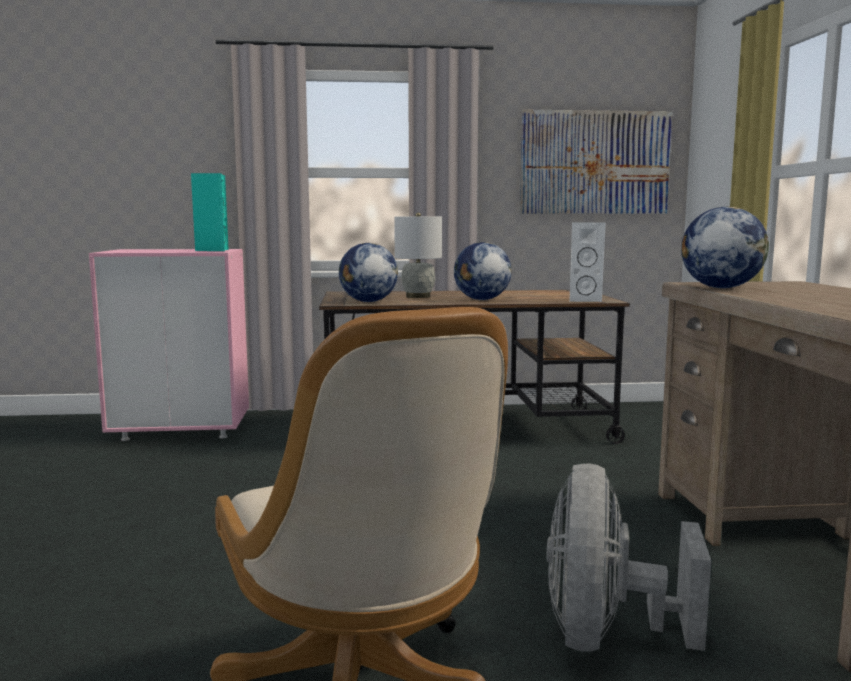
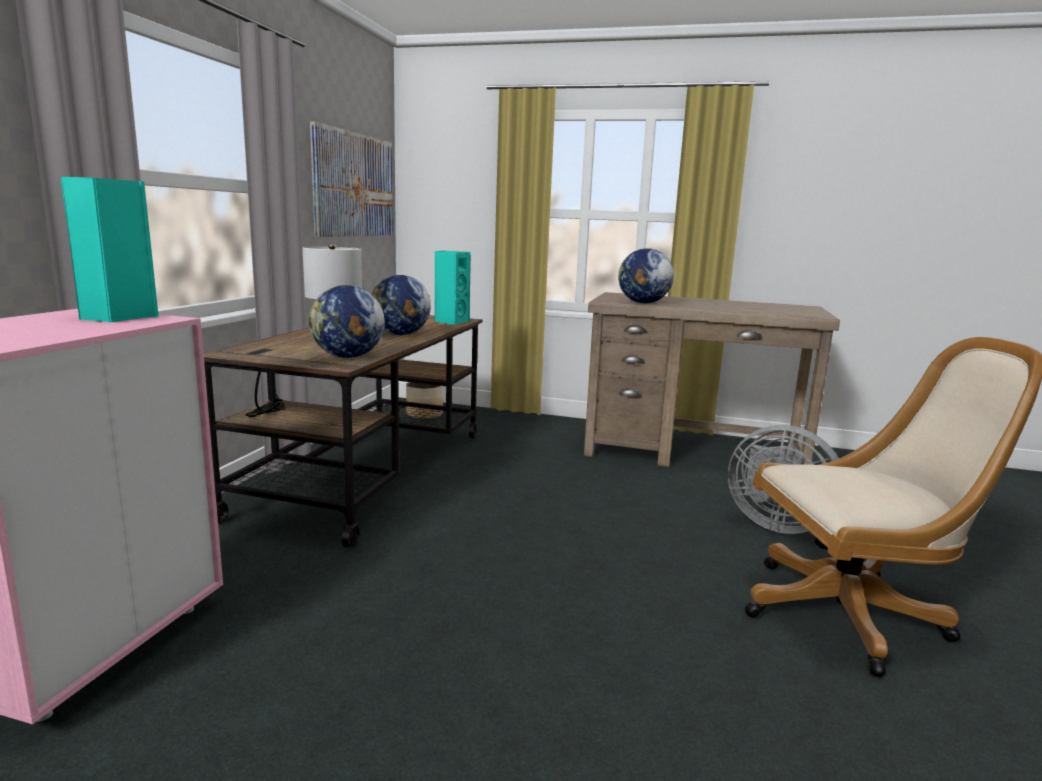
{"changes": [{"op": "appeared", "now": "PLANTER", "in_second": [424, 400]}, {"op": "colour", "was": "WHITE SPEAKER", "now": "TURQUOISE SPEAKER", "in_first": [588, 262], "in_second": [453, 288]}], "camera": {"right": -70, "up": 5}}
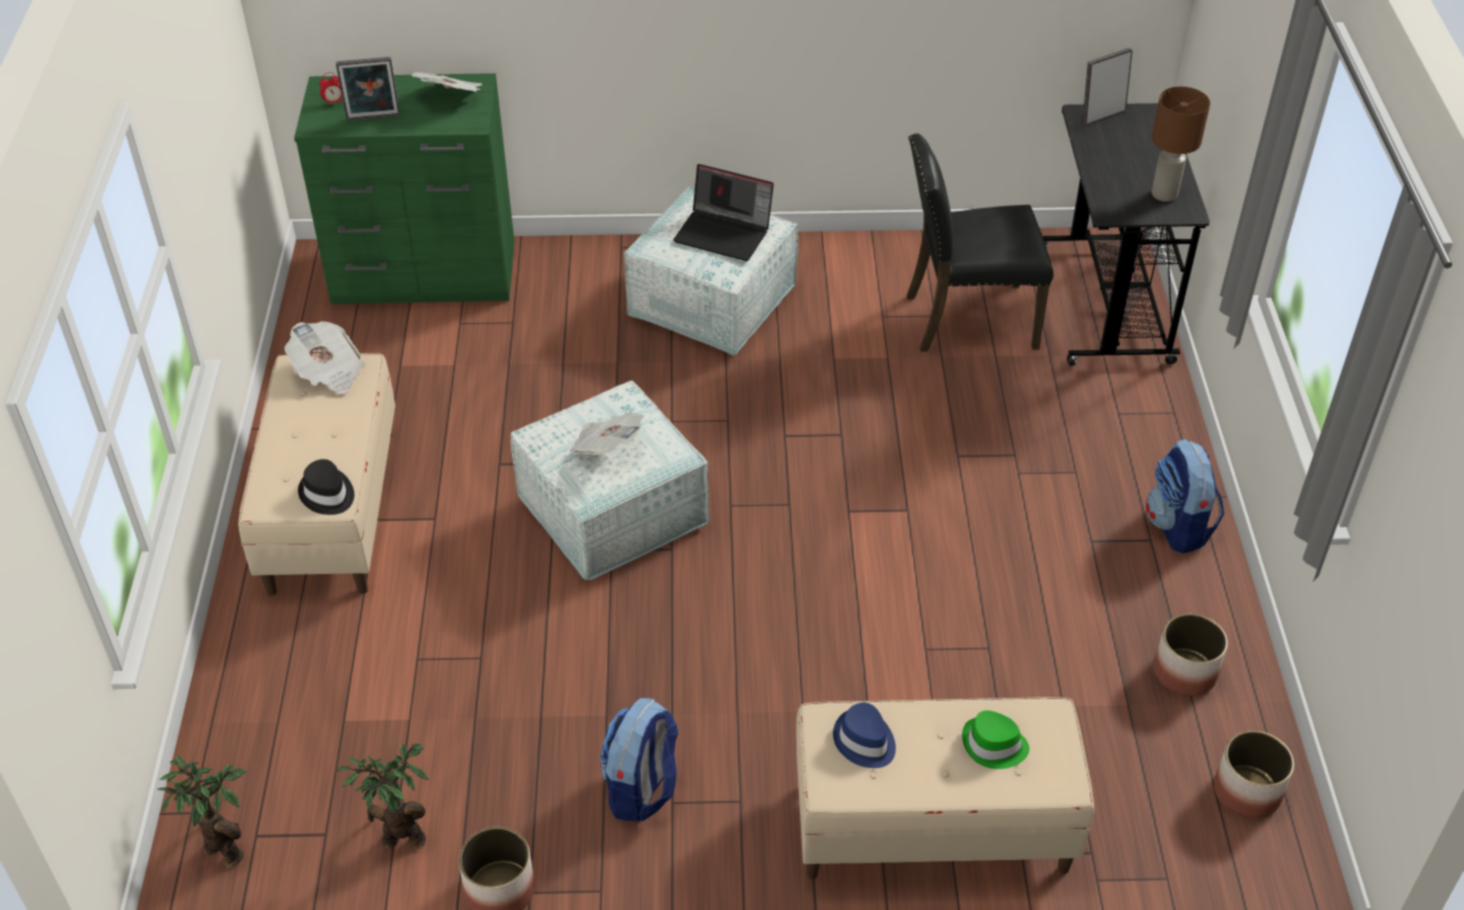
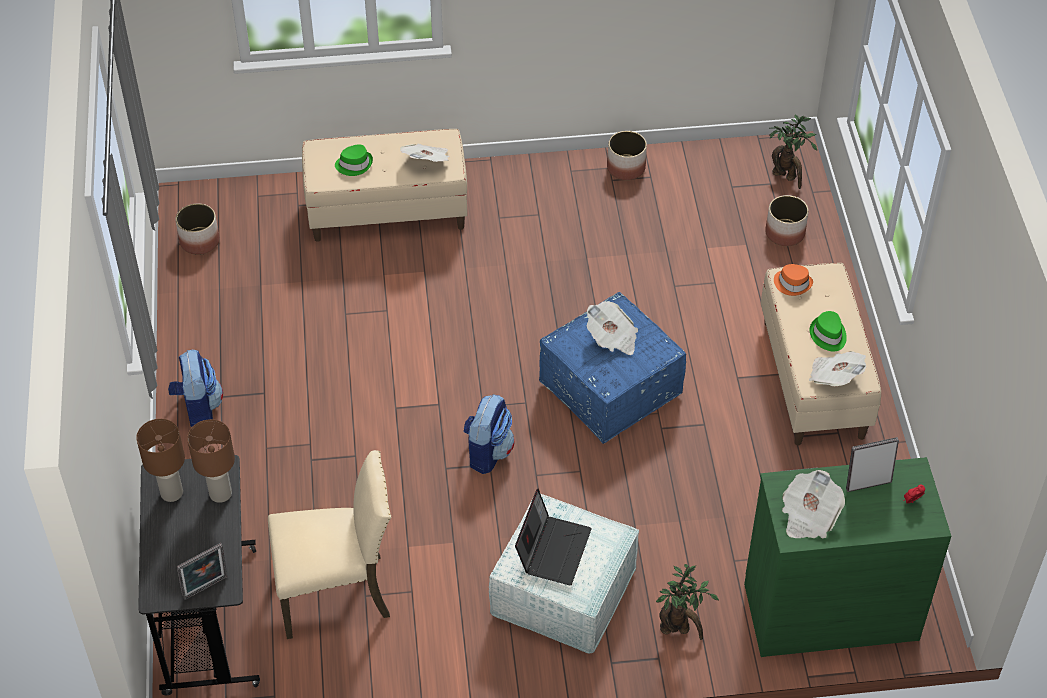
{"changes": [{"op": "appeared", "now": "BROWN TABLE LAMP", "in_second": [211, 461]}, {"op": "colour", "was": "BLACK CHAIR", "now": "BEIGE CHAIR", "in_first": [980, 242], "in_second": [330, 544]}, {"op": "exchanged", "was": "BLUE HAT", "now": "NEWSPAPER", "in_first": [864, 735], "in_second": [425, 153]}, {"op": "relocated", "was": "BACKPACK", "in_first": [639, 760], "in_second": [489, 434]}, {"op": "spun", "was": "LAPTOP", "in_first": [723, 212], "in_second": [553, 537], "clockwise": 90}, {"op": "colour", "was": "WHITE OTTOMAN", "now": "BLUE OTTOMAN", "in_first": [610, 480], "in_second": [612, 367]}, {"op": "relocated", "was": "POTTED PLANT", "in_first": [383, 797], "in_second": [687, 602]}, {"op": "relocated", "was": "PLANTER", "in_first": [1191, 655], "in_second": [787, 220]}, {"op": "colour", "was": "BLACK HAT", "now": "ORANGE HAT", "in_first": [326, 487], "in_second": [793, 280]}, {"op": "appeared", "now": "GREEN HAT", "in_second": [828, 331]}], "camera": {"right": 175, "up": 5}}
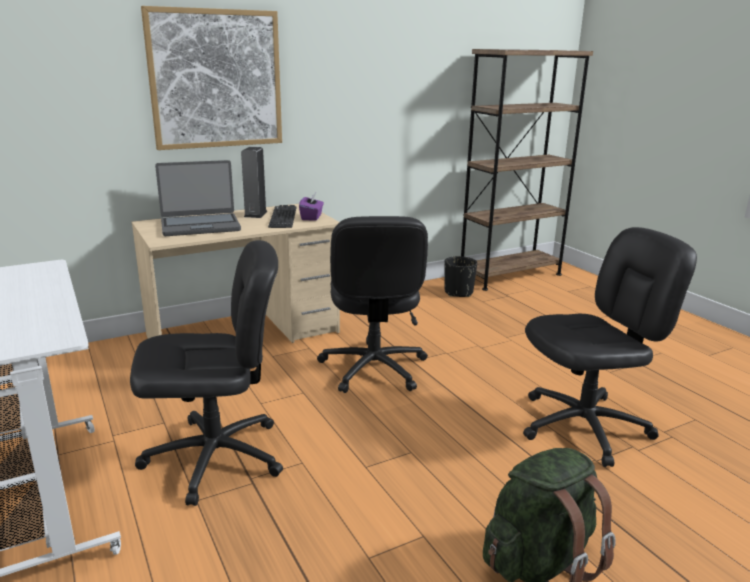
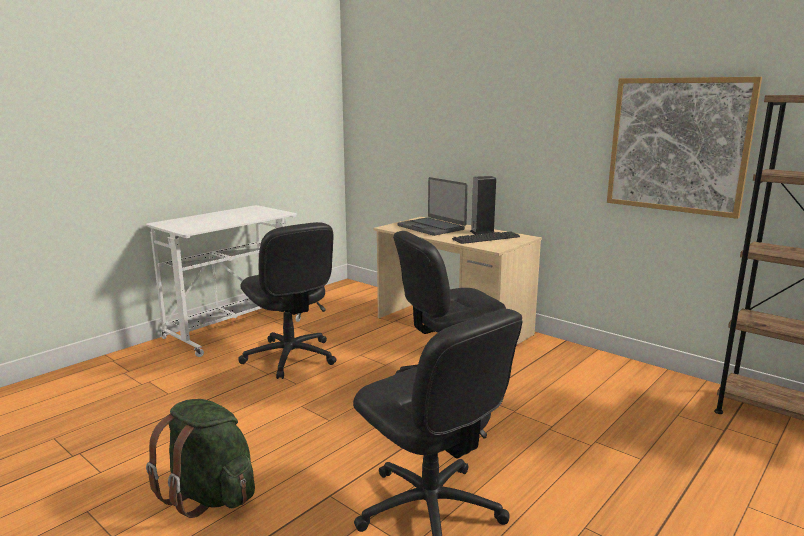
{"changes": [{"op": "relocated", "was": "PICTURE", "in_first": [211, 78], "in_second": [684, 148]}, {"op": "missing", "was": "PURPLE TISSUE BOX", "in_first": [311, 207]}, {"op": "missing", "was": "BLACK PLANTER", "in_first": [460, 276]}], "camera": {"right": 70, "up": -5}}
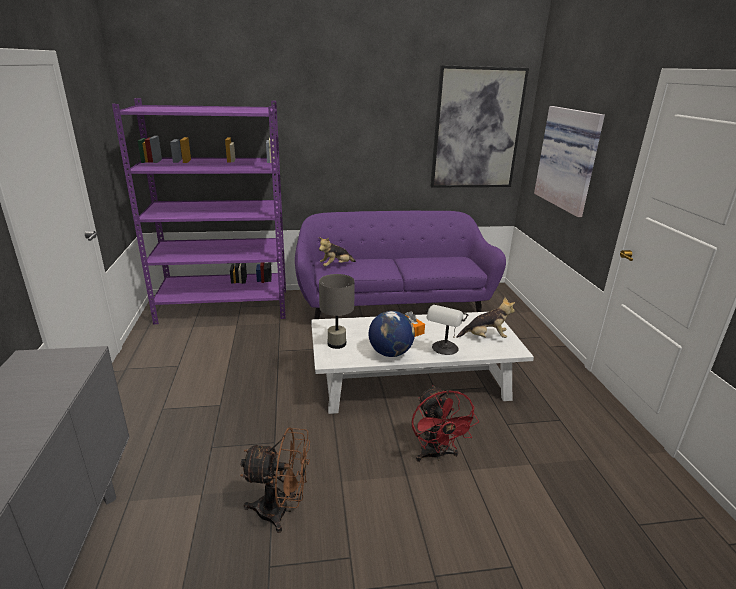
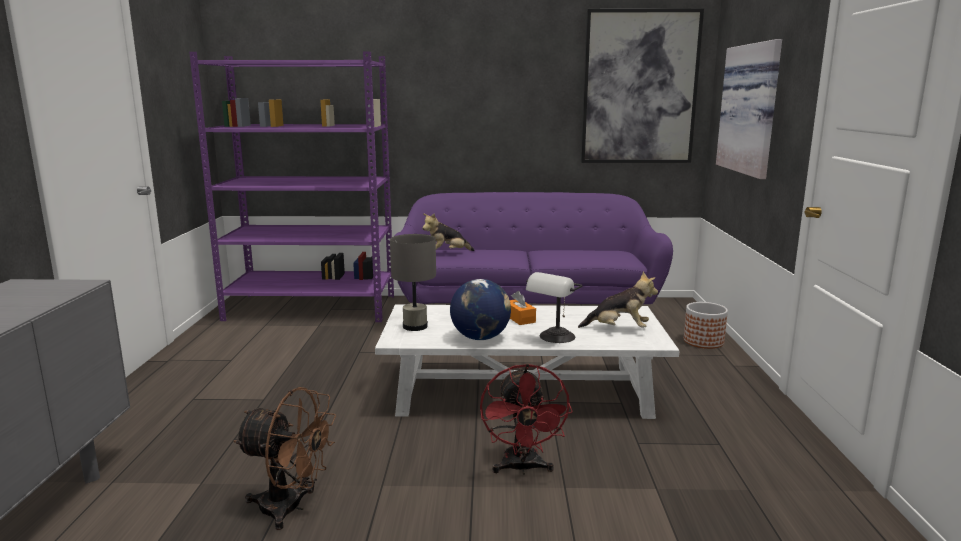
{"changes": [{"op": "appeared", "now": "PLANTER", "in_second": [706, 325]}], "camera": {"right": 10, "up": -10}}
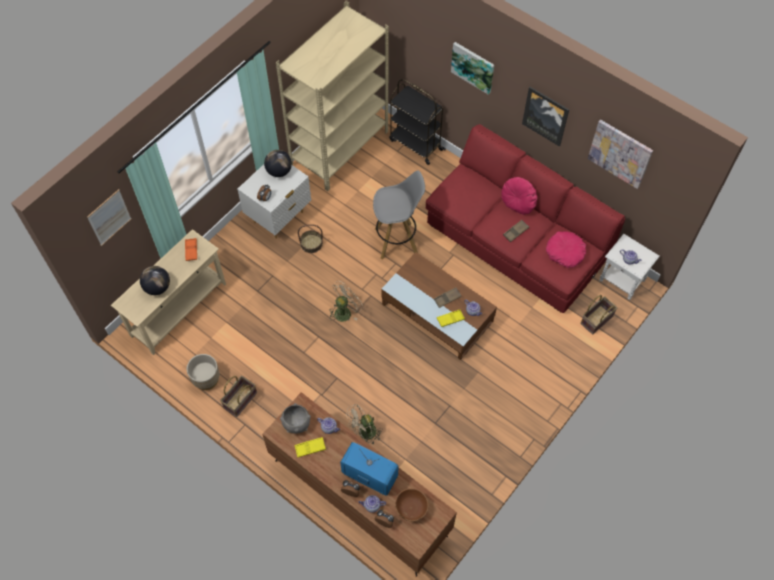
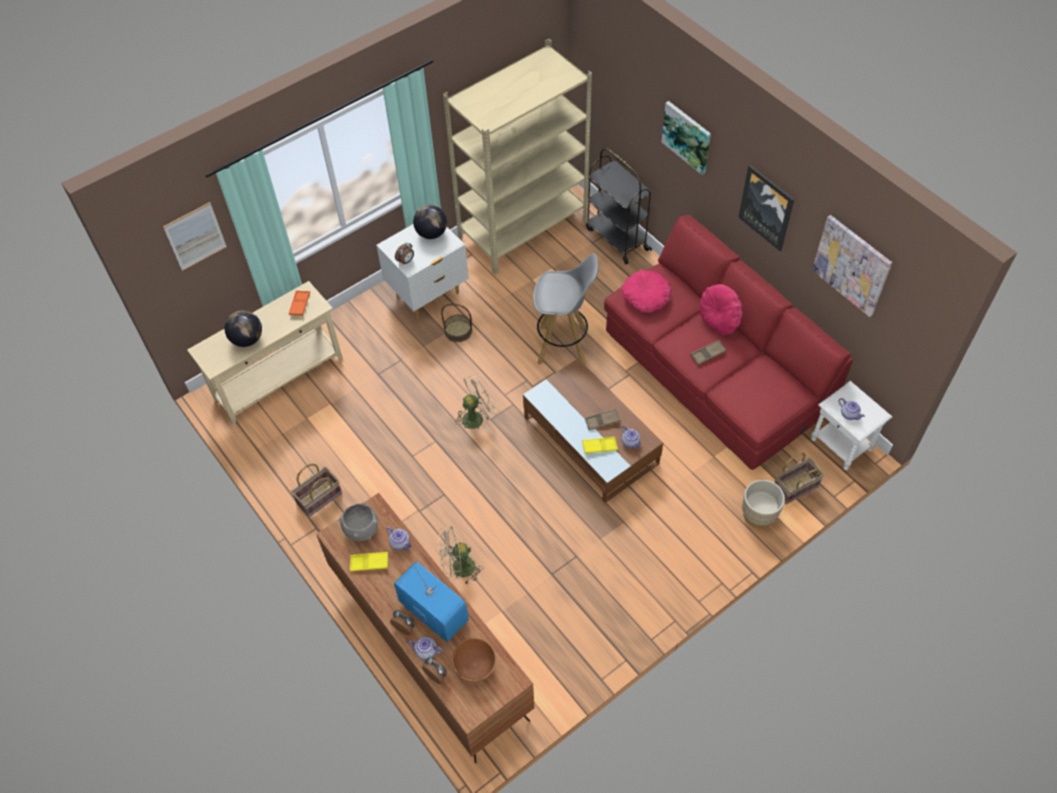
{"changes": [{"op": "relocated", "was": "PINK PILLOW", "in_first": [566, 249], "in_second": [646, 291]}, {"op": "relocated", "was": "BEIGE PLANTER", "in_first": [203, 372], "in_second": [763, 504]}], "camera": {"right": 15, "up": -5}}
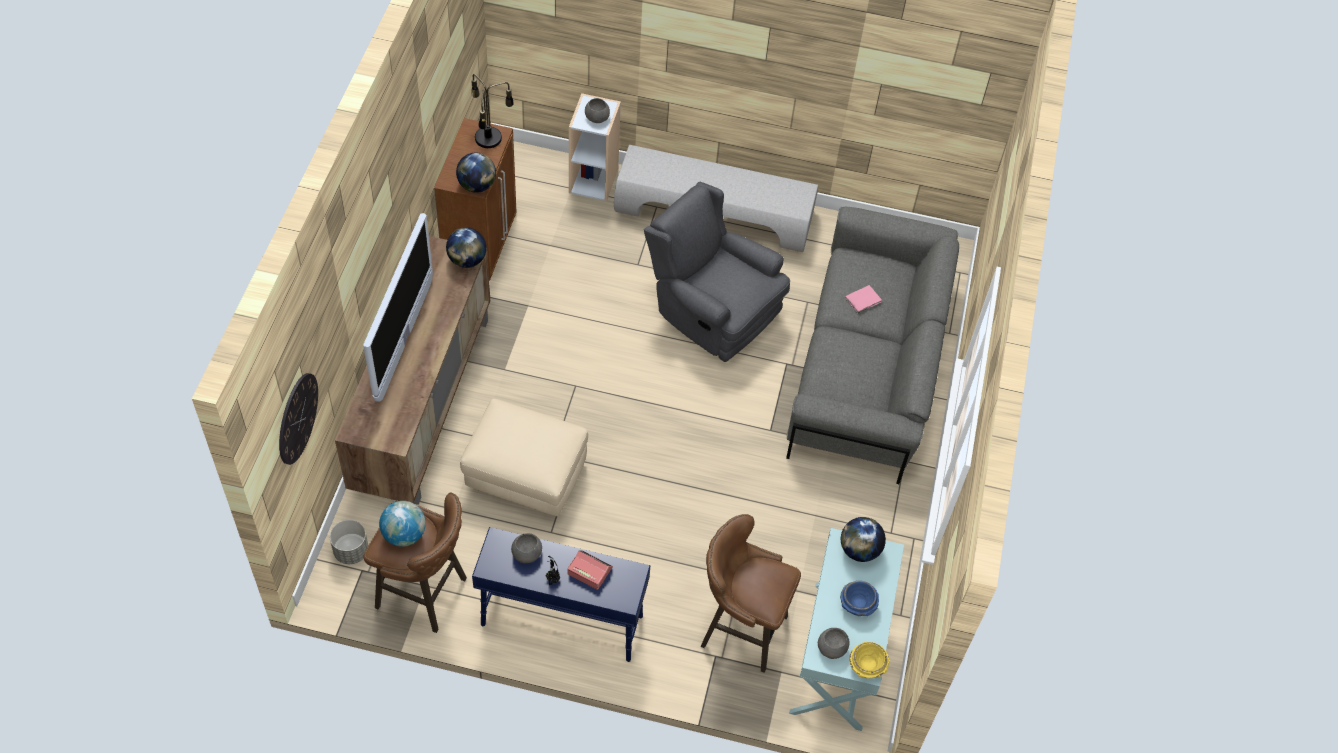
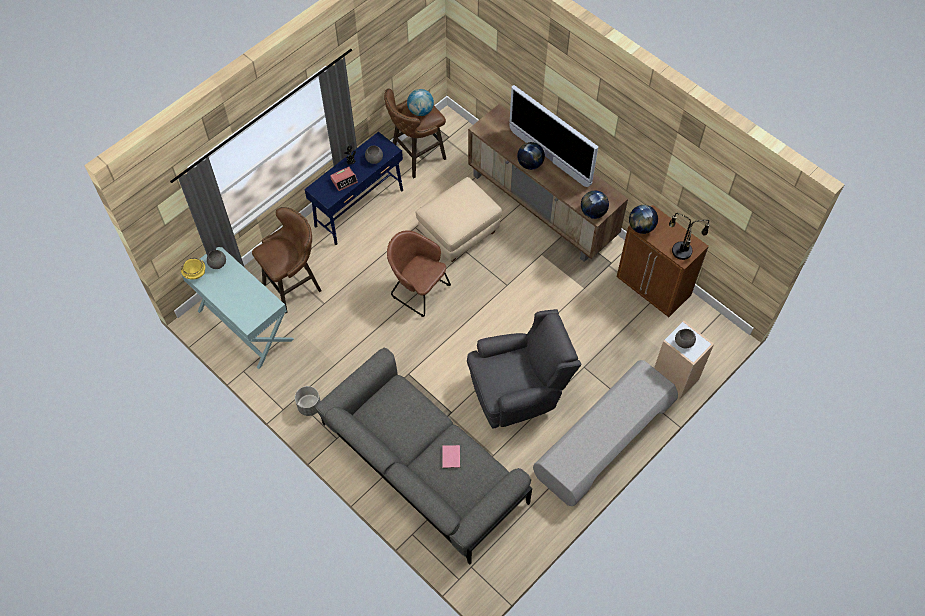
{"changes": [{"op": "relocated", "was": "GREY PLANTER", "in_first": [349, 542], "in_second": [308, 401]}, {"op": "appeared", "now": "BROWN ARMCHAIR", "in_second": [419, 273]}, {"op": "relocated", "was": "GLOBE", "in_first": [863, 539], "in_second": [531, 156]}, {"op": "missing", "was": "WALL CLOCK", "in_first": [298, 419]}, {"op": "missing", "was": "BLUE BOWL", "in_first": [859, 598]}], "camera": {"right": 125, "up": 5}}
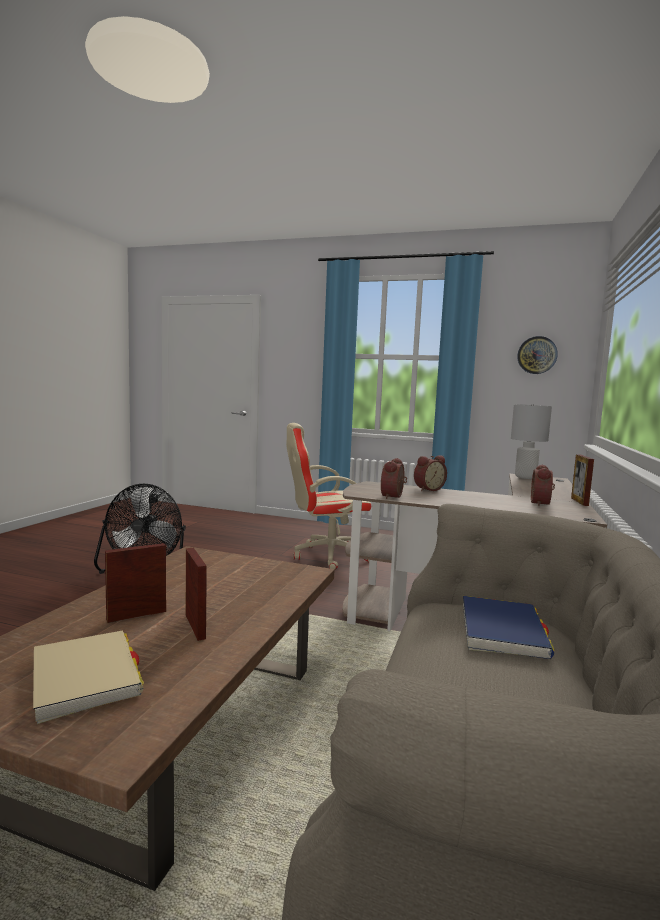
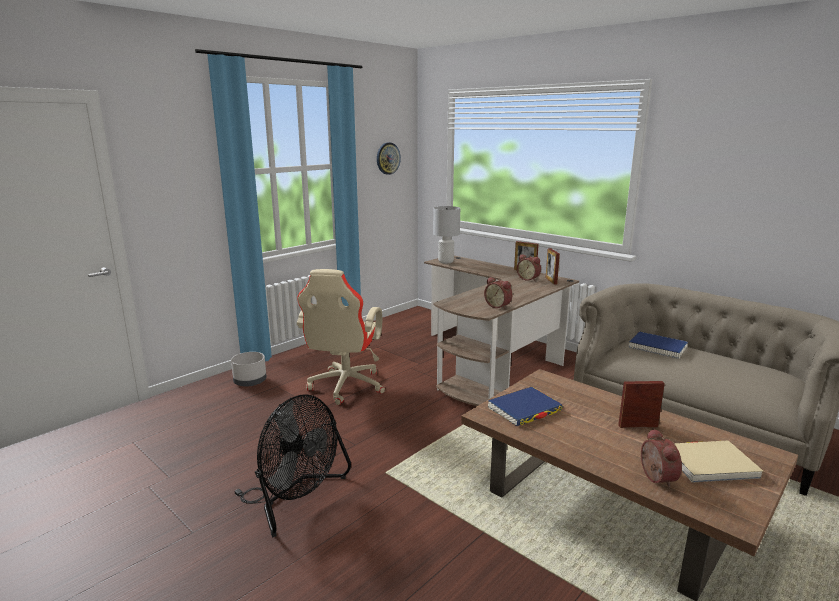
{"changes": [{"op": "appeared", "now": "GREY PLANTER", "in_second": [249, 369]}, {"op": "appeared", "now": "BLUE BOOK", "in_second": [525, 406]}, {"op": "relocated", "was": "PICTURE FRAME", "in_first": [135, 583], "in_second": [553, 266]}, {"op": "relocated", "was": "ALARM CLOCK", "in_first": [430, 473], "in_second": [661, 458]}], "camera": {"right": -65, "up": 10}}
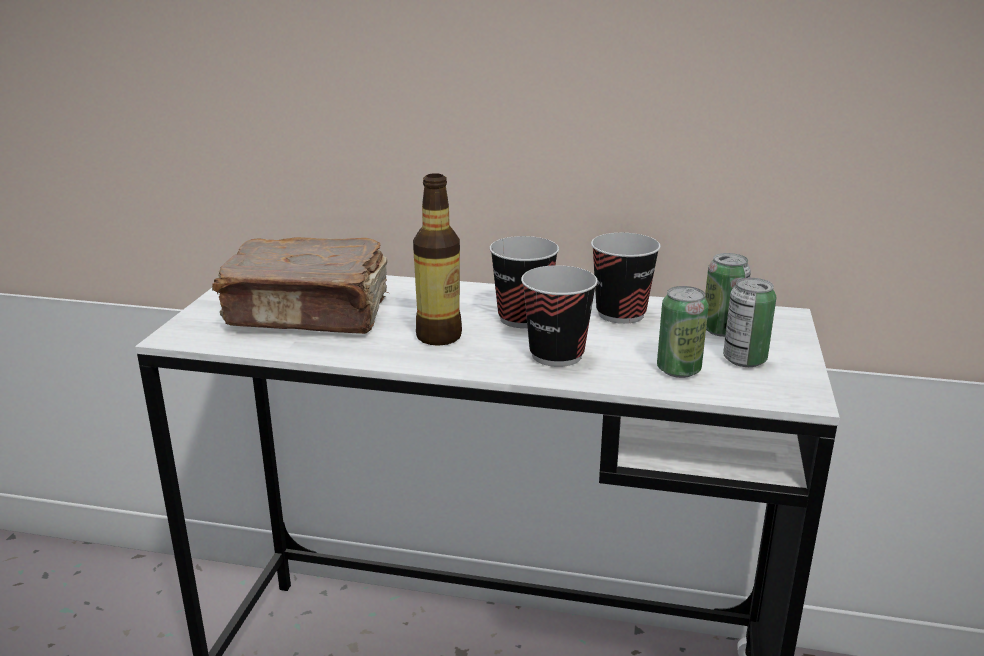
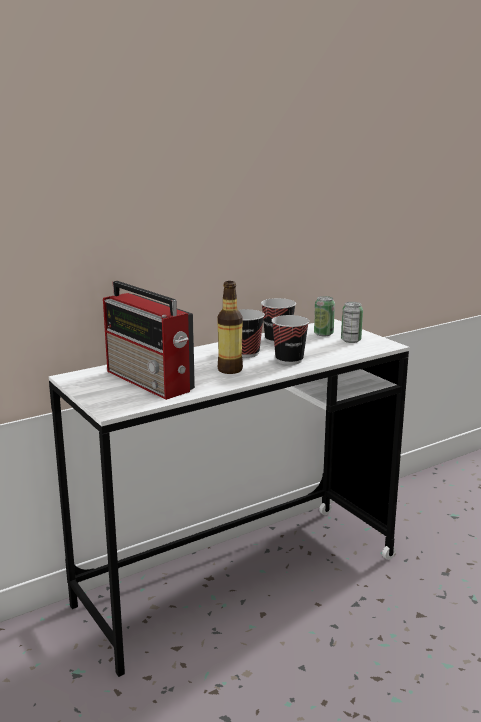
{"changes": [{"op": "exchanged", "was": "BROWN BOOK", "now": "RADIO", "in_first": [300, 285], "in_second": [149, 340]}, {"op": "missing", "was": "CAN", "in_first": [683, 332]}], "camera": {"right": -45, "up": -5}}
